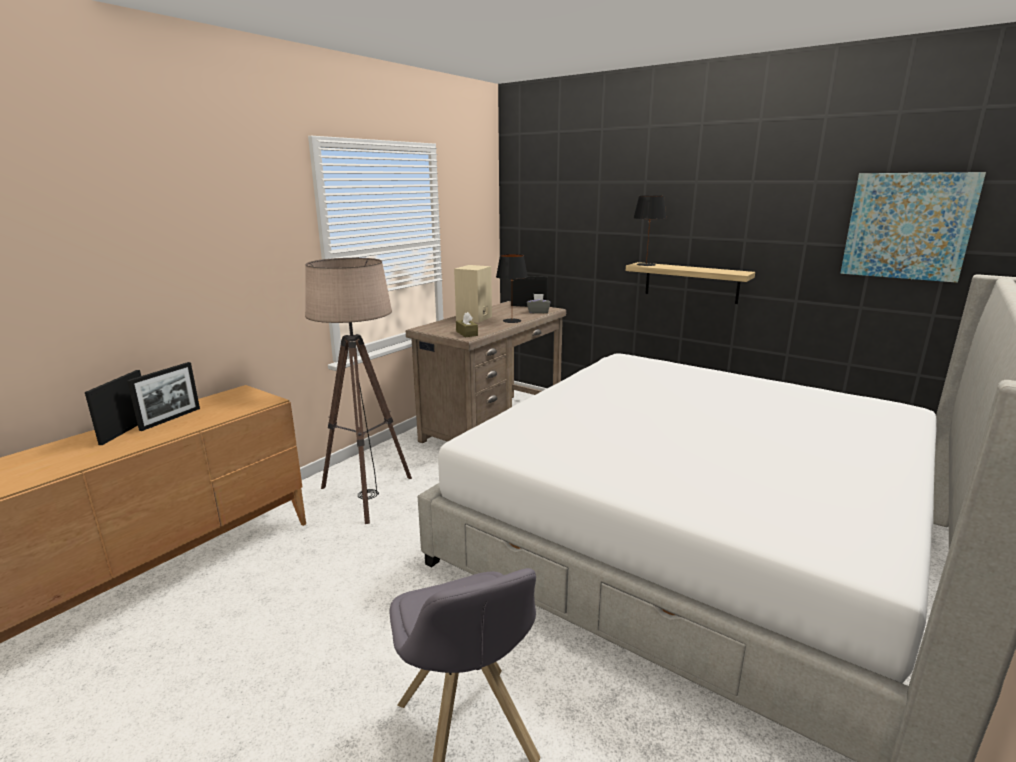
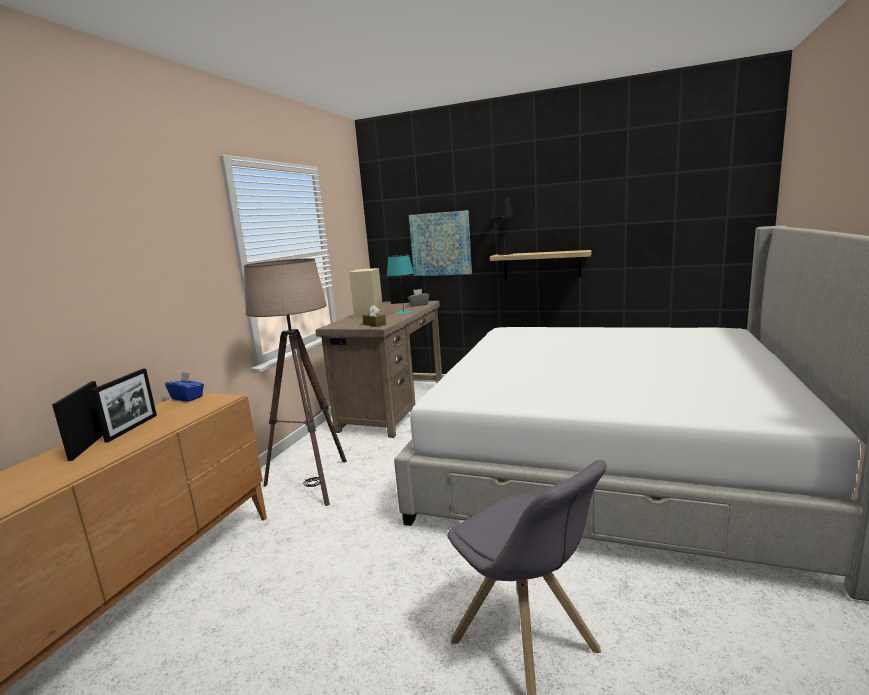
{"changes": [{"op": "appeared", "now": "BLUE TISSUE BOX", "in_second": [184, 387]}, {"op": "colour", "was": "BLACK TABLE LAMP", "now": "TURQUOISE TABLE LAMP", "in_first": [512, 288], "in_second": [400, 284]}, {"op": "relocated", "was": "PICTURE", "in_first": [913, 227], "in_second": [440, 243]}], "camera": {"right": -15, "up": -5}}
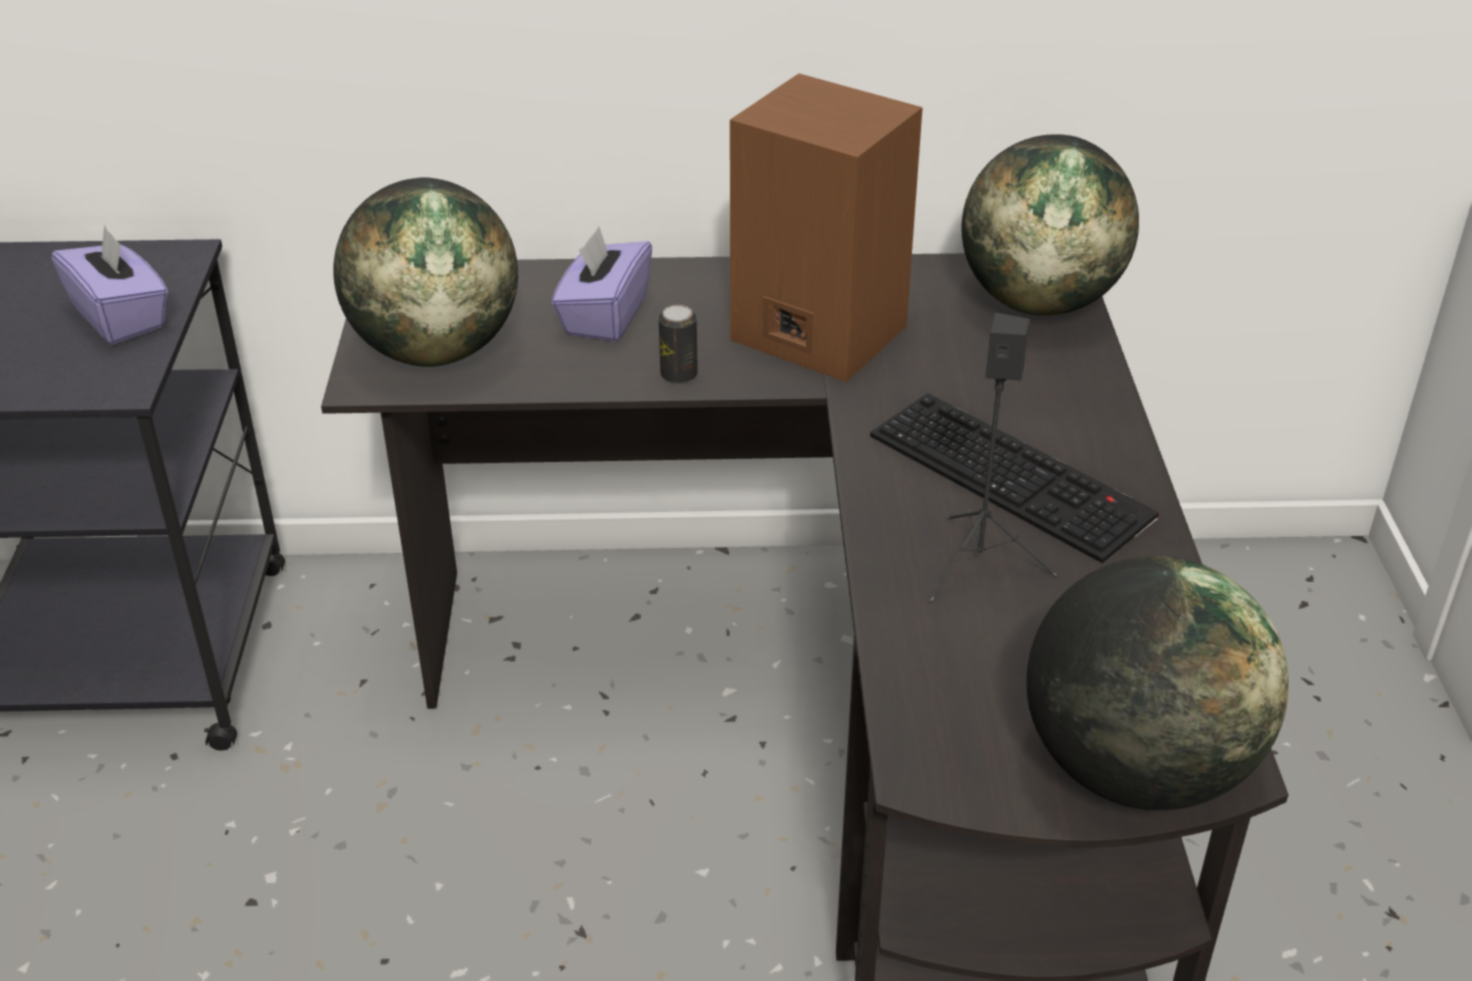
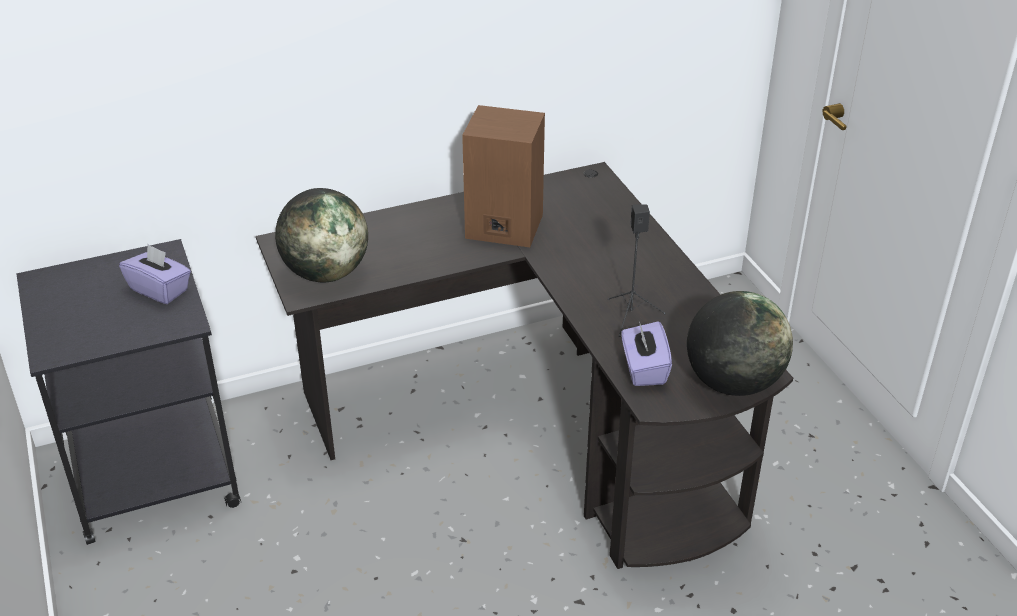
{"changes": [{"op": "relocated", "was": "PURPLE TISSUE BOX", "in_first": [602, 284], "in_second": [646, 353]}, {"op": "missing", "was": "CAN", "in_first": [678, 344]}, {"op": "missing", "was": "KEYBOARD", "in_first": [1014, 478]}, {"op": "missing", "was": "GLOBE", "in_first": [1050, 225]}], "camera": {"right": -20, "up": 0}}
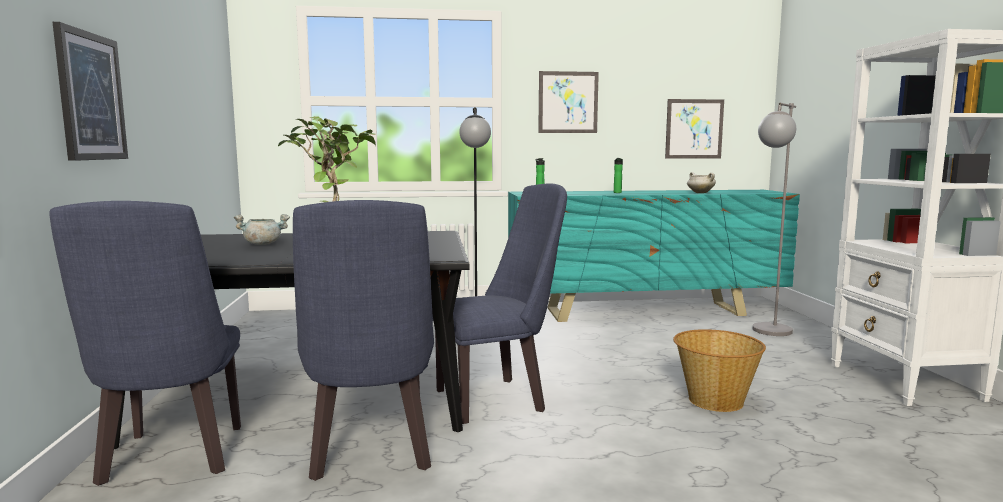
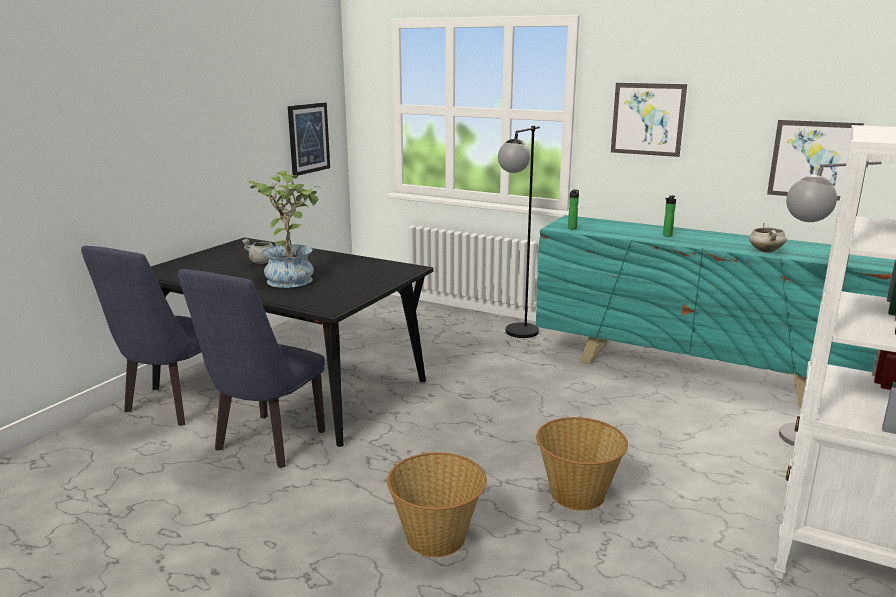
{"changes": [{"op": "relocated", "was": "PICTURE", "in_first": [90, 91], "in_second": [309, 139]}, {"op": "appeared", "now": "BASKET", "in_second": [437, 504]}, {"op": "missing", "was": "BLUE CHAIR", "in_first": [499, 303]}], "camera": {"right": 35, "up": 10}}
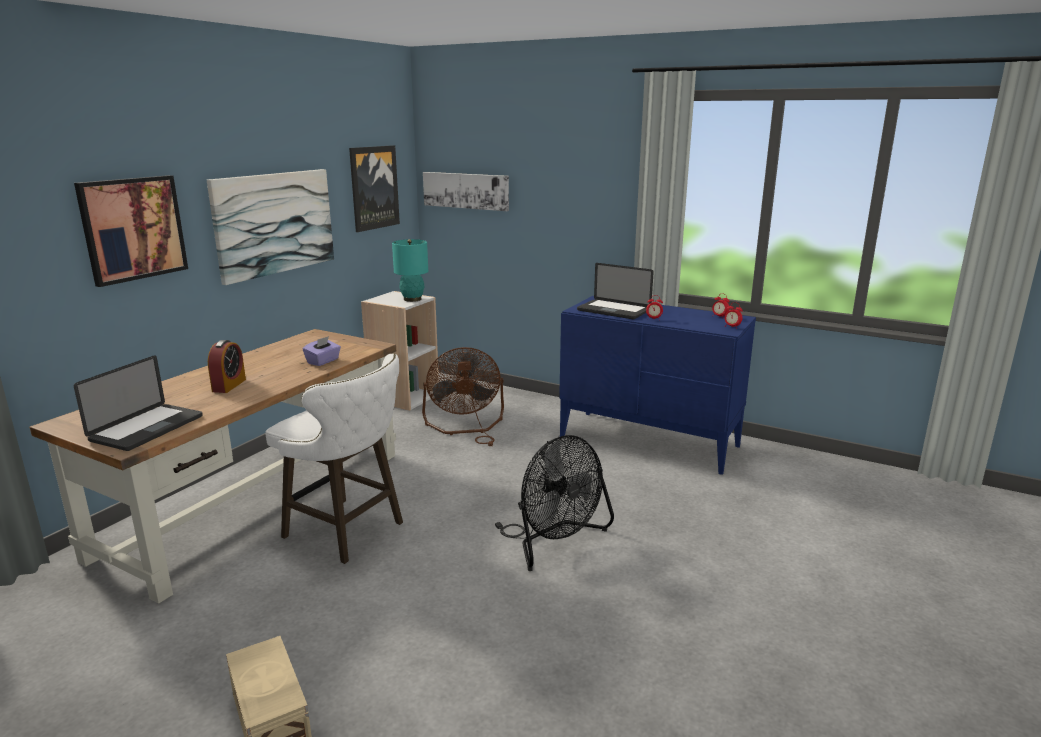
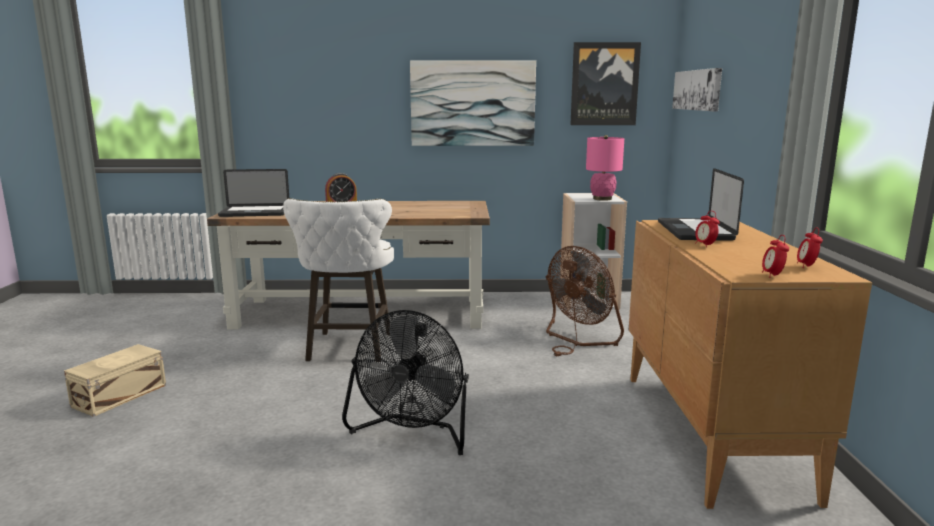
{"changes": [{"op": "colour", "was": "TURQUOISE TABLE LAMP", "now": "PINK TABLE LAMP", "in_first": [410, 270], "in_second": [605, 168]}, {"op": "colour", "was": "BLUE CABINET", "now": "BROWN CABINET", "in_first": [657, 385], "in_second": [750, 364]}, {"op": "missing", "was": "PICTURE", "in_first": [131, 231]}, {"op": "missing", "was": "PURPLE TISSUE BOX", "in_first": [322, 351]}], "camera": {"right": 60, "up": -5}}
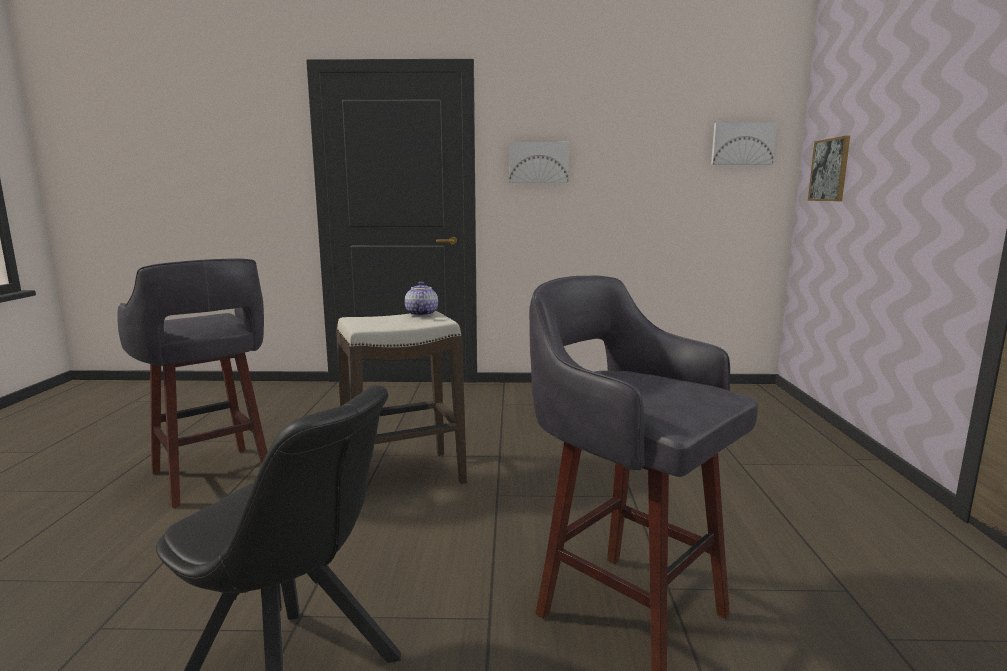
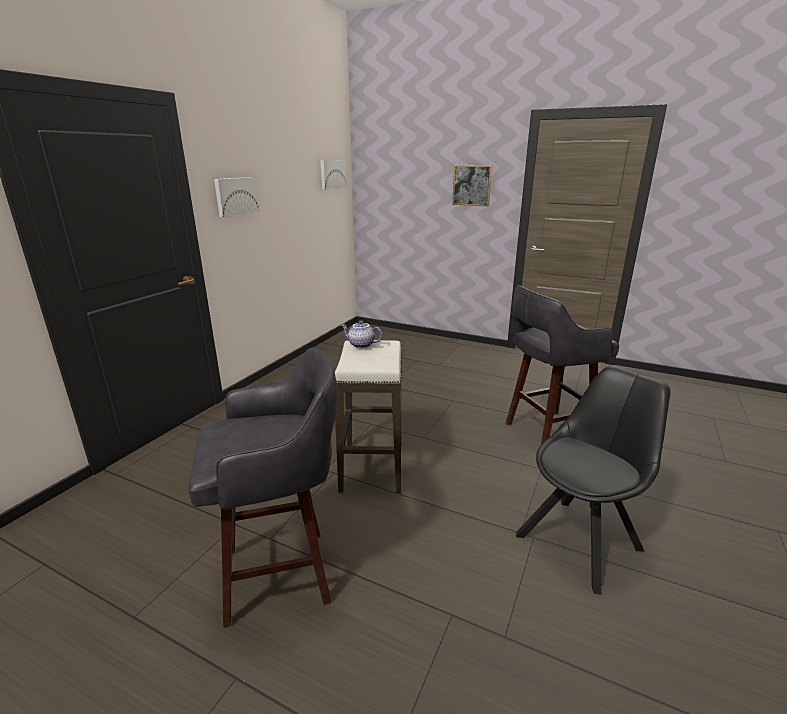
{"changes": [{"op": "relocated", "was": "PICTURE", "in_first": [829, 168], "in_second": [472, 185]}], "camera": {"right": -65, "up": 10}}
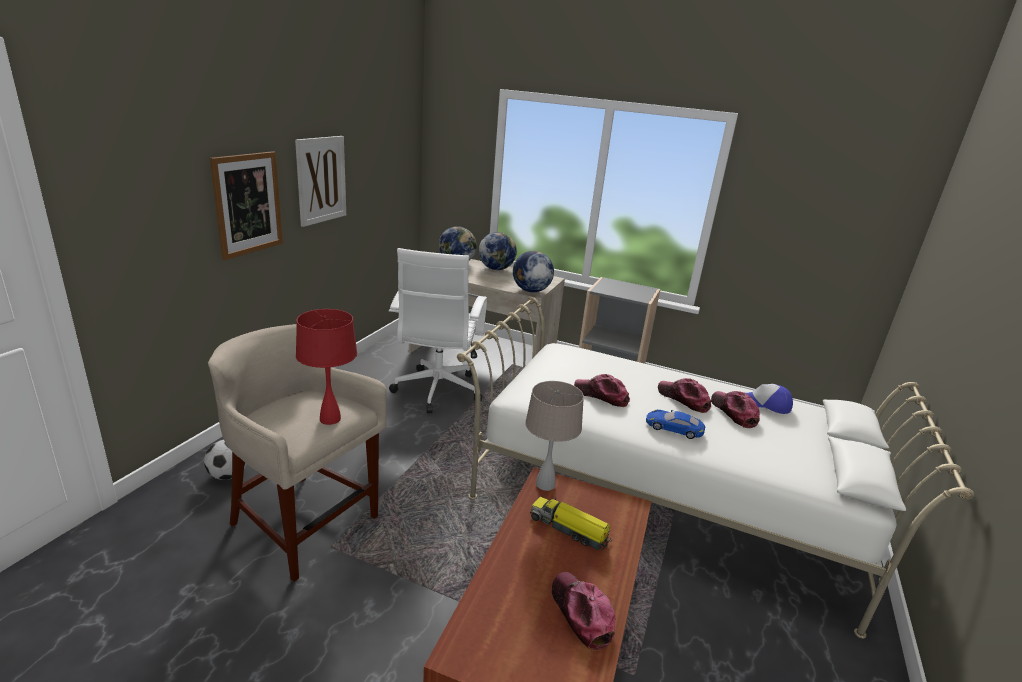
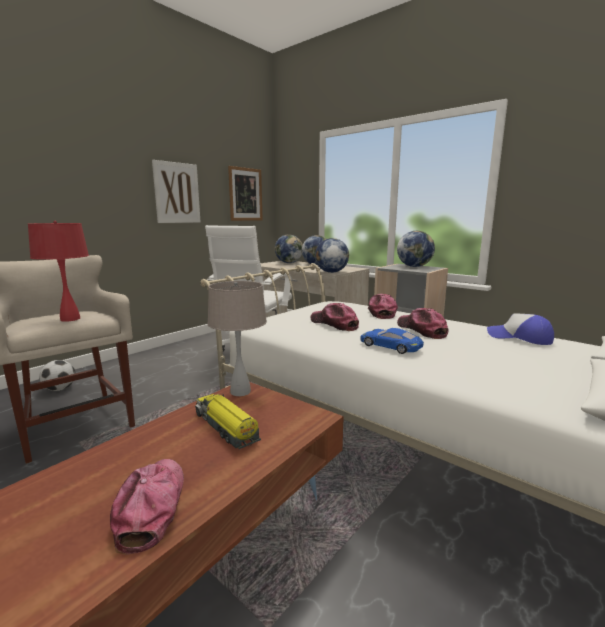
{"changes": [{"op": "relocated", "was": "PICTURE", "in_first": [246, 205], "in_second": [245, 193]}, {"op": "relocated", "was": "CAP", "in_first": [735, 409], "in_second": [383, 306]}, {"op": "appeared", "now": "GLOBE", "in_second": [416, 249]}], "camera": {"right": 20, "up": -10}}
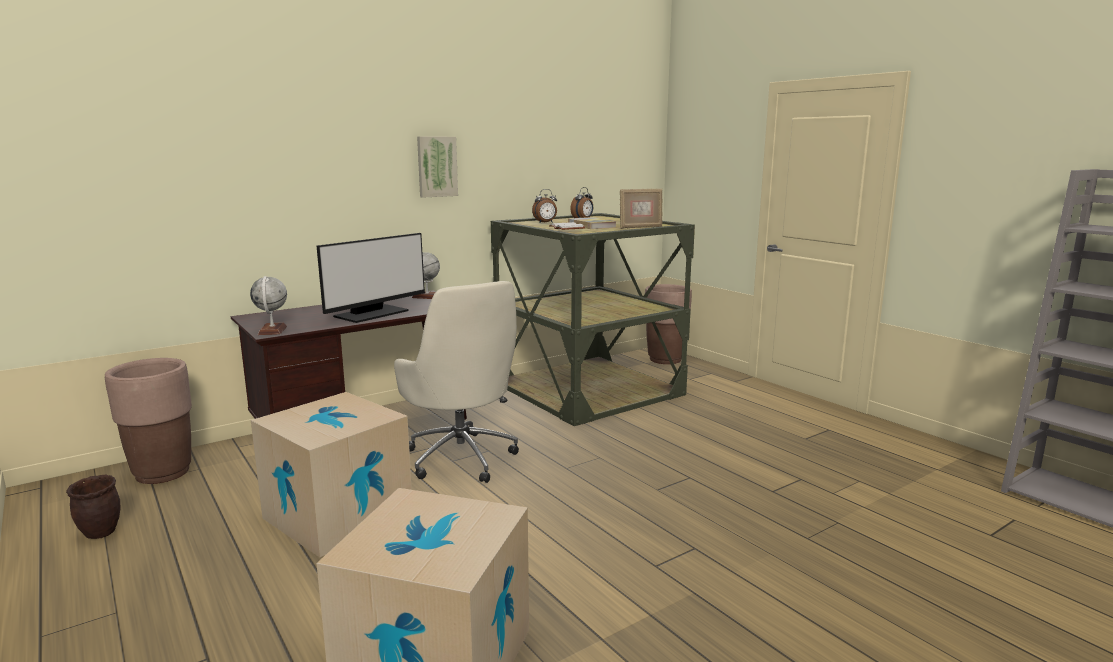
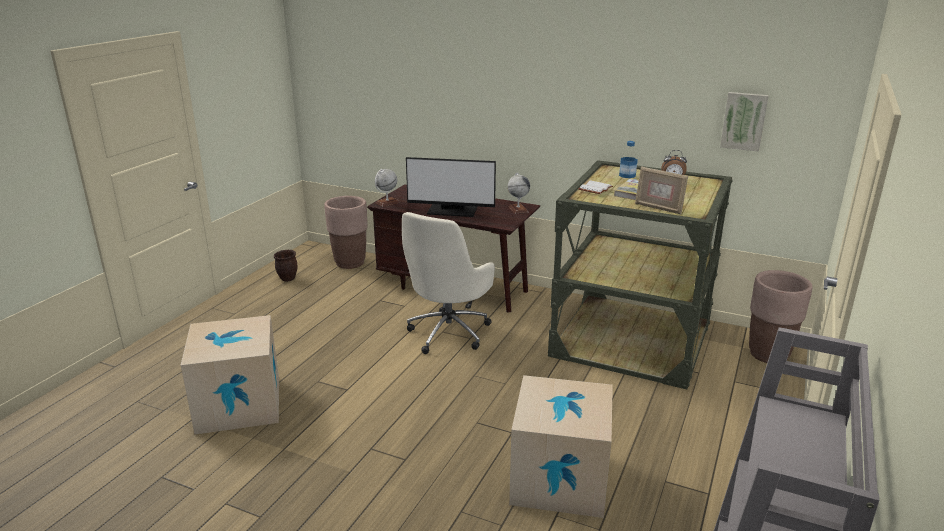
{"changes": [{"op": "relocated", "was": "CARDBOARD BOX", "in_first": [331, 474], "in_second": [561, 446]}, {"op": "exchanged", "was": "ALARM CLOCK", "now": "BOTTLE", "in_first": [544, 206], "in_second": [628, 159]}, {"op": "relocated", "was": "PICTURE", "in_first": [437, 167], "in_second": [744, 122]}], "camera": {"right": 60, "up": 10}}
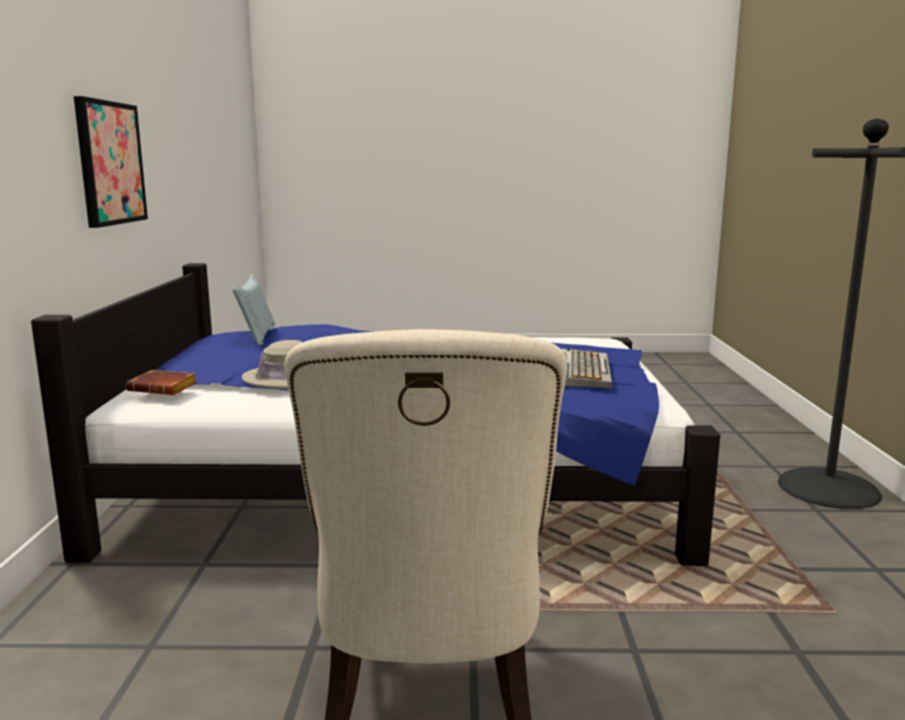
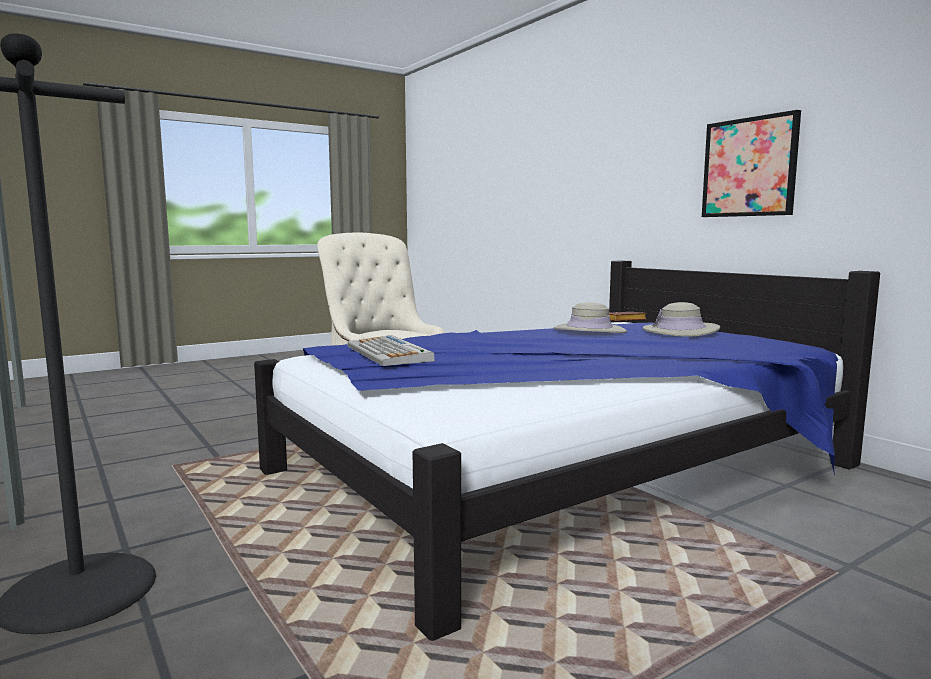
{"changes": [{"op": "appeared", "now": "BEIGE HAT", "in_second": [681, 319]}, {"op": "missing", "was": "BLUE PILLOW", "in_first": [254, 310]}], "camera": {"right": 145, "up": -5}}
